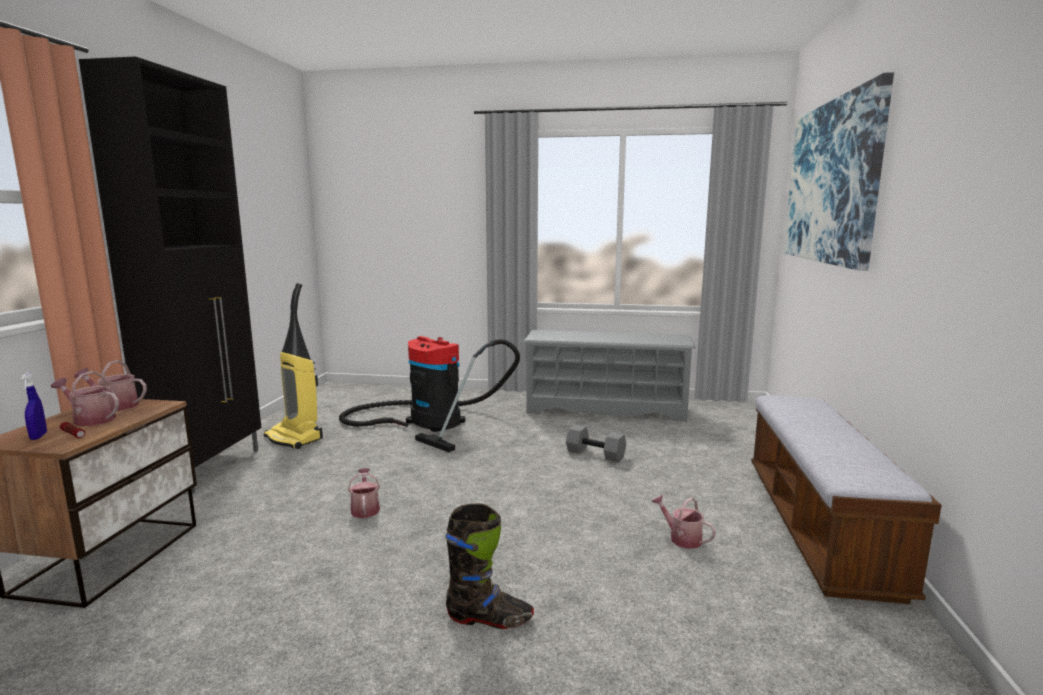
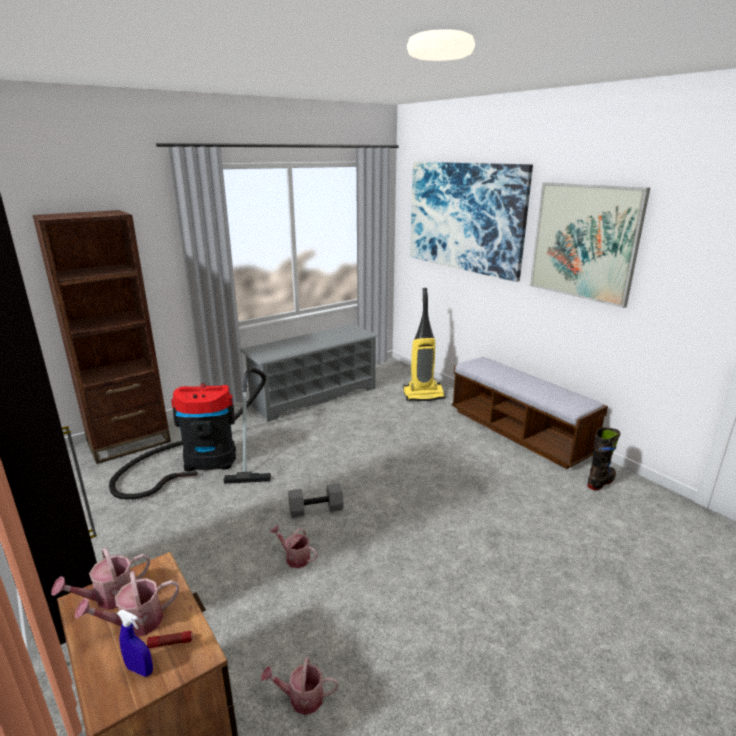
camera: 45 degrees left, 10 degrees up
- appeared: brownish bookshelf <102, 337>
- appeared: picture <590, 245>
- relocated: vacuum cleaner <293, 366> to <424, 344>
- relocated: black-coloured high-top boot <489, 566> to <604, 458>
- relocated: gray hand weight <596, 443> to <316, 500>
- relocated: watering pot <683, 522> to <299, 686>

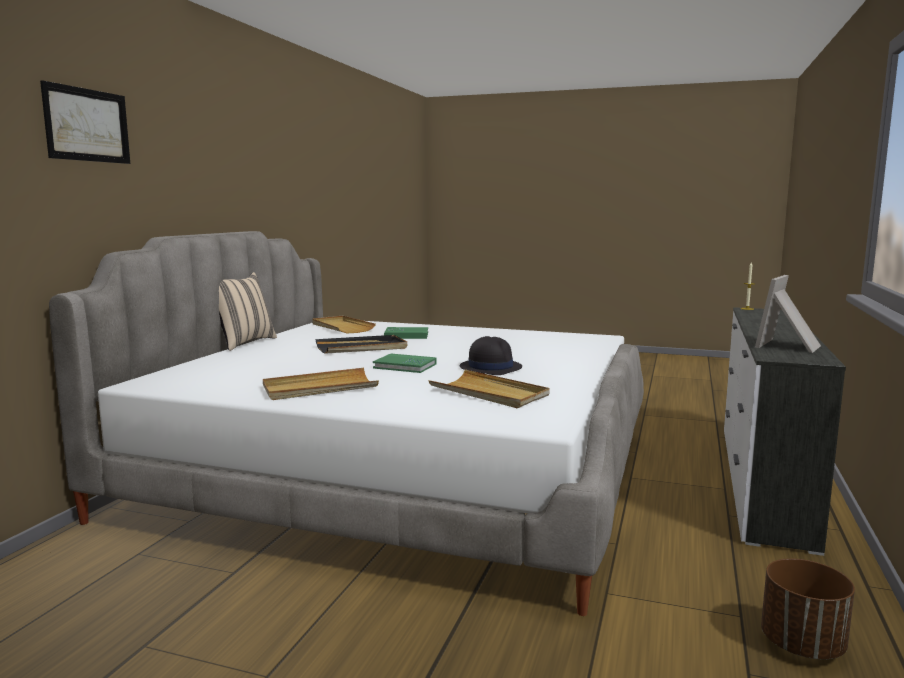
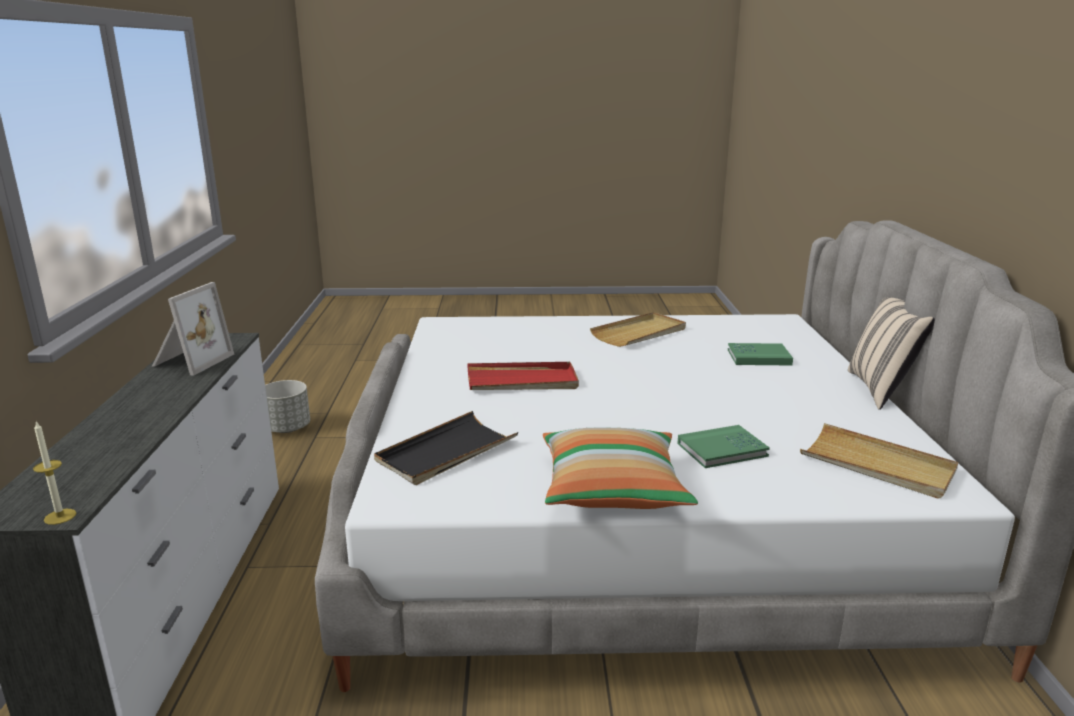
camera: 160 degrees right, 10 degrees up
- missing: picture <85, 122>
- missing: beige-coloured carrying tray <489, 388>
- appeared: pillow <620, 468>
- relocated: black-coloured carrying tray <361, 344> to <446, 448>
- relocated: greenish volume <404, 363> to <760, 354>
- exchanged: black-coloured hat <491, 355> to reddish carrying tray <523, 376>
- colour: brownish plant pot <808, 608> to gray plant pot <287, 406>

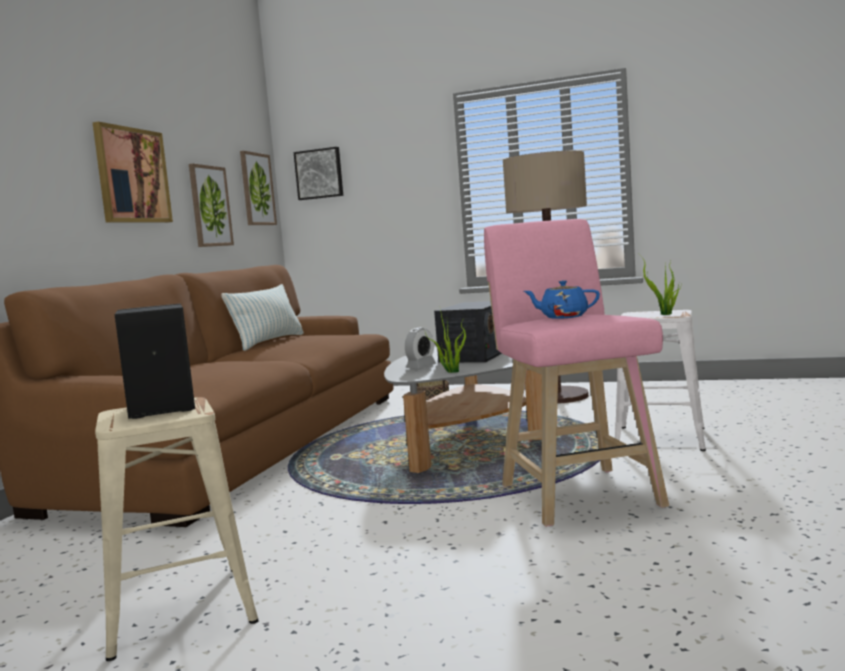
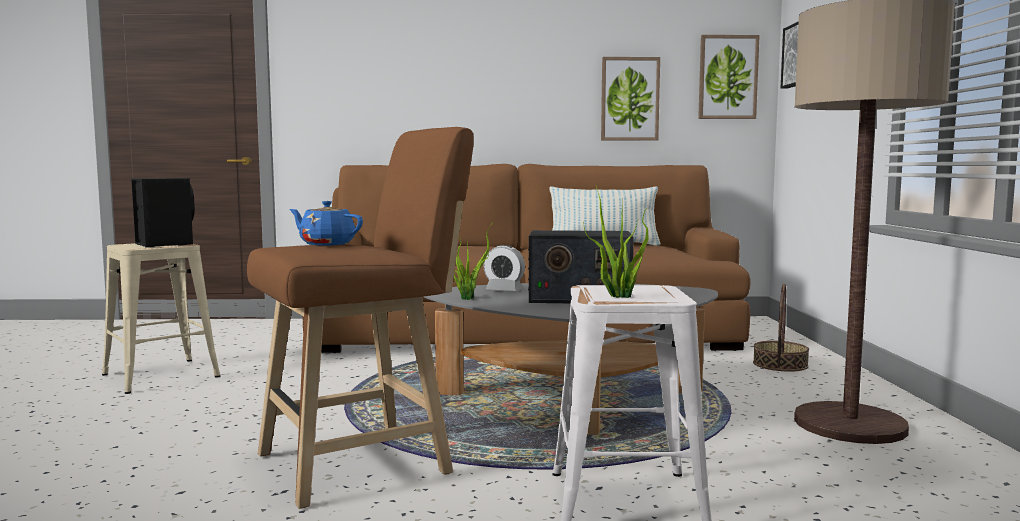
camera: 70 degrees right, 0 degrees up
- missing: picture <133, 172>
- colour: pinkish stool seat <576, 373> to brownish stool seat <360, 318>
- spun: blue tea pot <562, 300> = <326, 223> 60 degrees counterclockwise

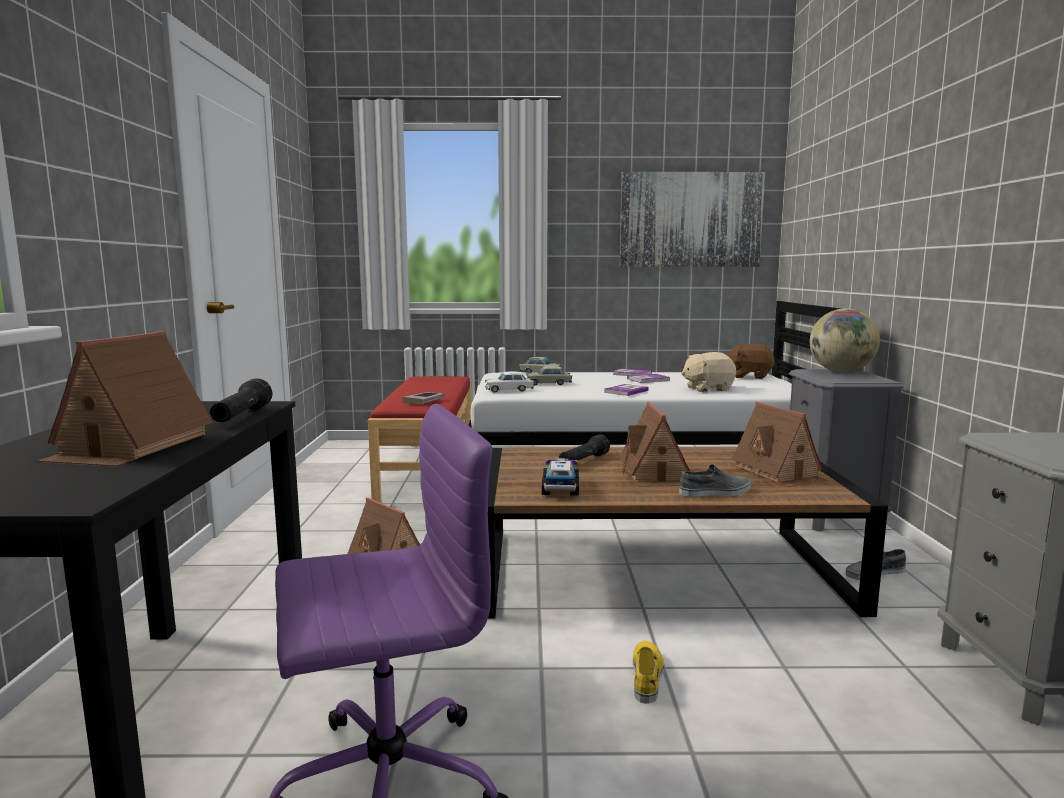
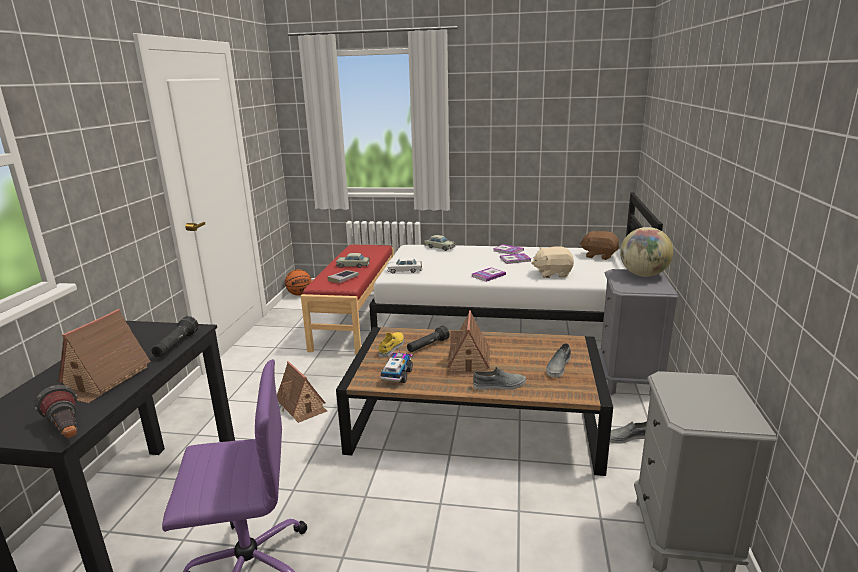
camera: 10 degrees right, 10 degrees up
- missing: picture <692, 219>
- appeared: torch <56, 411>
- appeared: basketball <298, 282>
- relocated: beige-coloured miniature car <549, 376> to <353, 260>
- relocated: yellowish low shoe <648, 672> to <391, 344>
- exchanged: toy house <780, 444> to gray low shoe <558, 360>

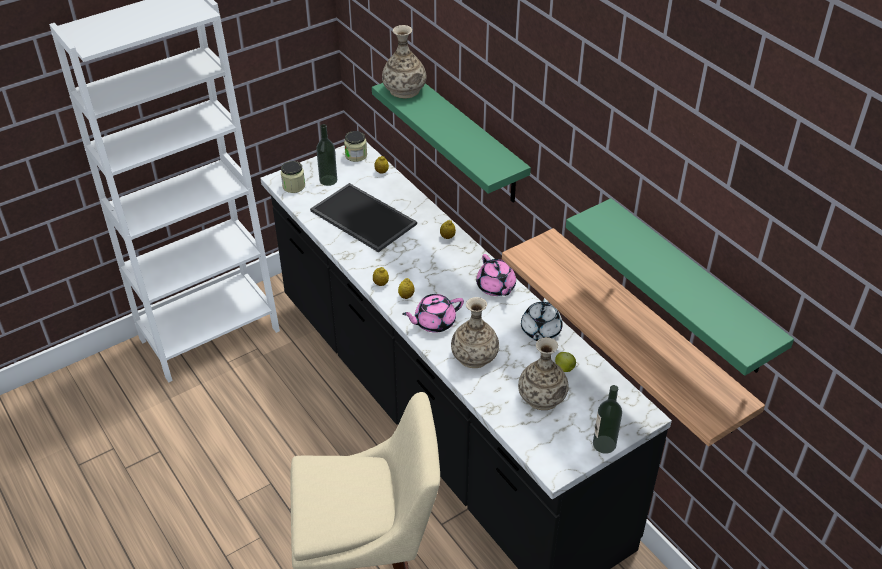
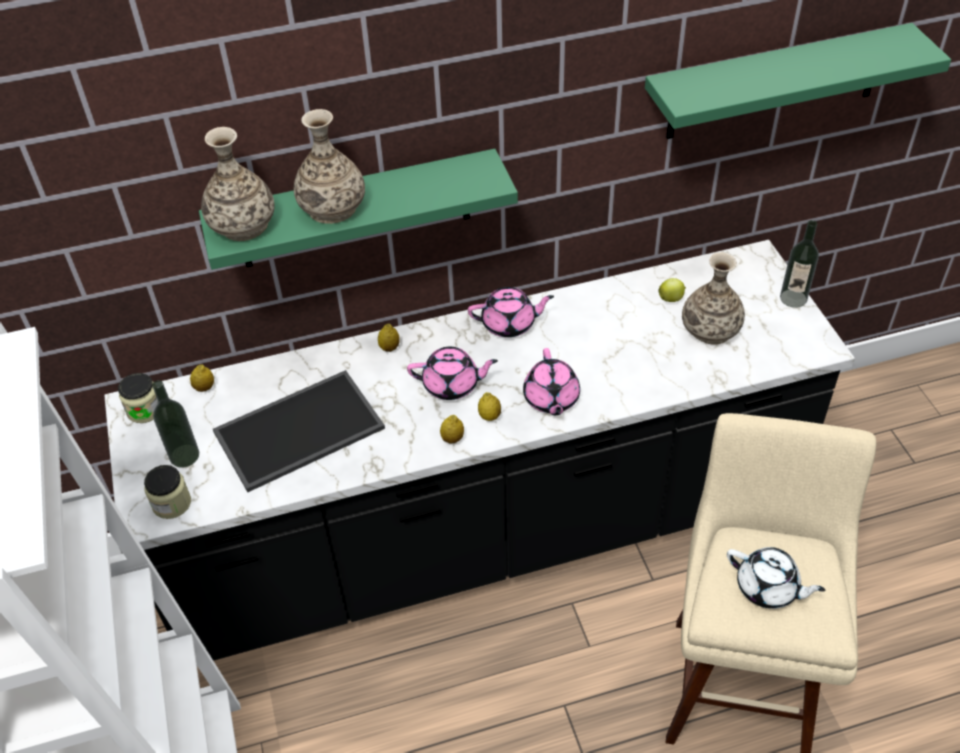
camera: 70 degrees left, 5 degrees up
- missing: bracket shelf <633, 337>
- appeared: pinkish tea pot <452, 373>
- relocated: decorative vase <475, 332> to <329, 166>
- relocated: white-coloured tea pot <542, 319> to <776, 578>

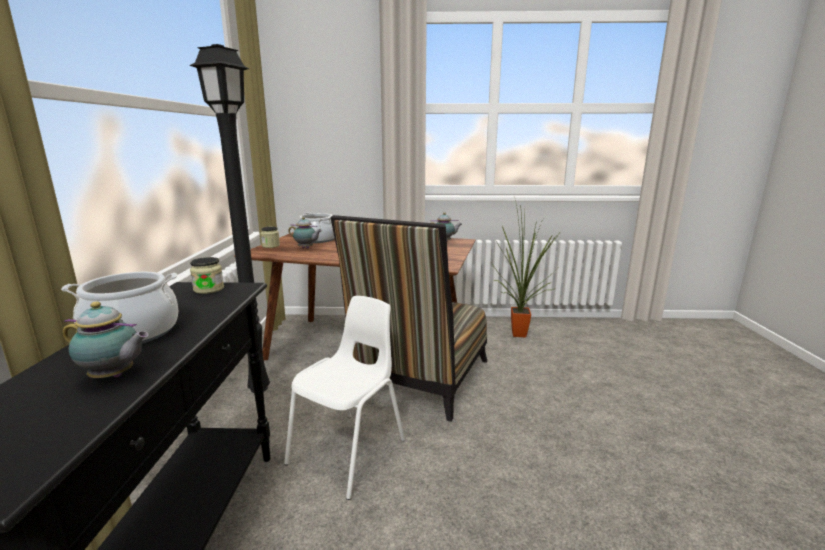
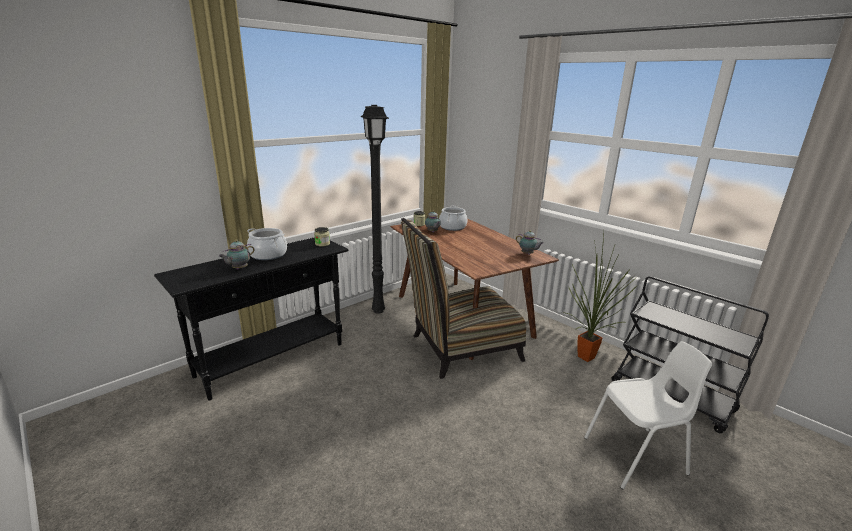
camera: 45 degrees right, 5 degrees up
- appeared: black-coloured trolley <690, 354>
- relocated: white-coloured plain chair <344, 398> to <648, 415>
- spun: tea pot <106, 339> = <237, 254> 75 degrees clockwise

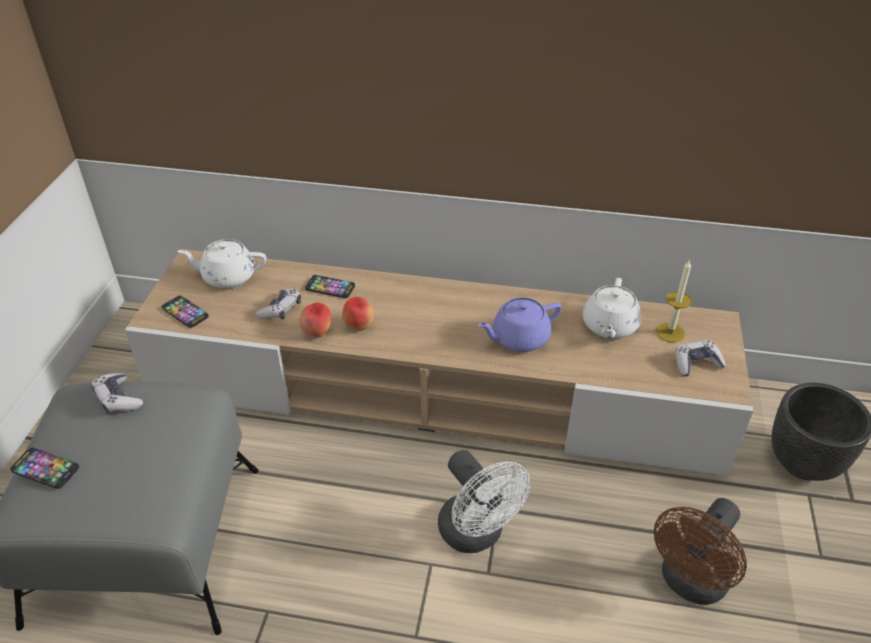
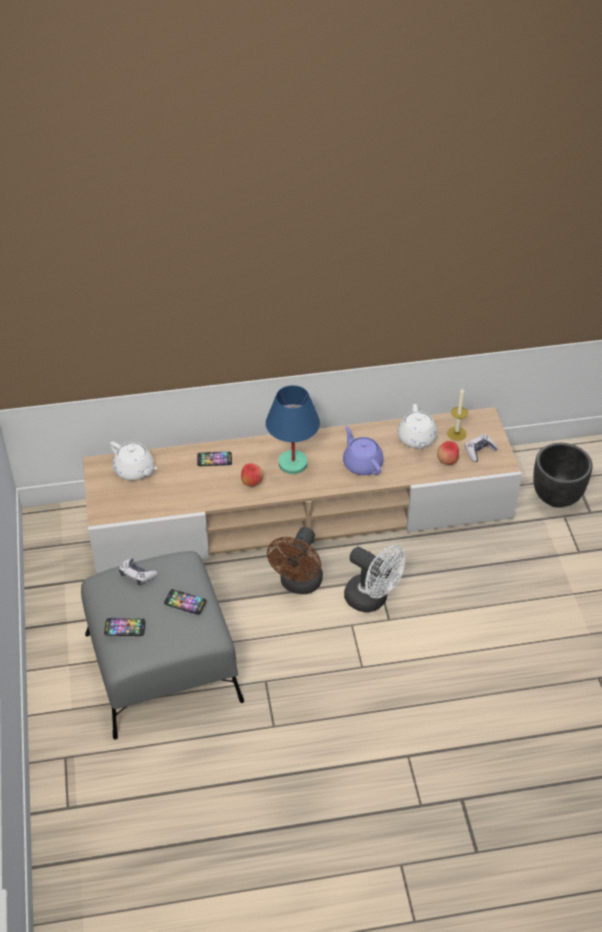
camera: 20 degrees left, 5 degrees up
- missing: gamepad <278, 304>
- appeared: blue lamp for a table <293, 429>
- relocated: handset <185, 311> to <185, 602>
- relocated: apple <315, 320> to <448, 453>
- relocated: brownish cooling fan <700, 551> to <295, 560>
- spun: white-coloured tea pot <222, 264> = <133, 460> 120 degrees counterclockwise
- spun: purple-coloured tea pot <520, 324> = <363, 450> 105 degrees clockwise

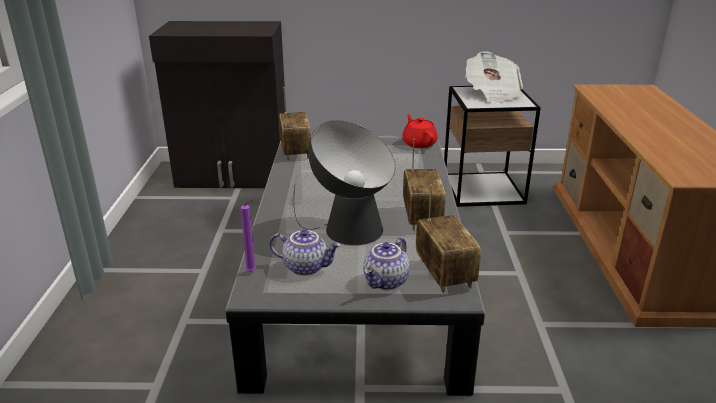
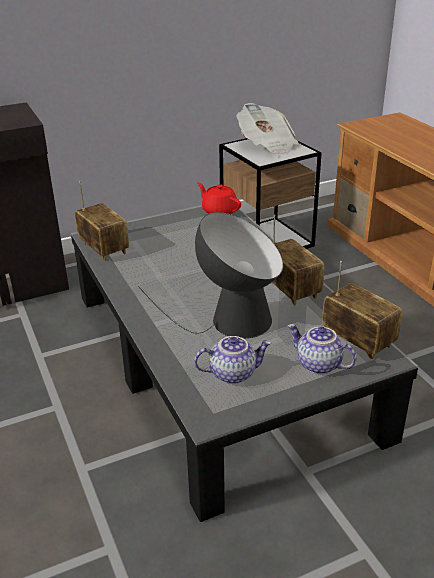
camera: 25 degrees left, 5 degrees up
- missing: purple-coloured wax candle <248, 236>
- spun: tea pot <386, 263> = <322, 349> 120 degrees clockwise

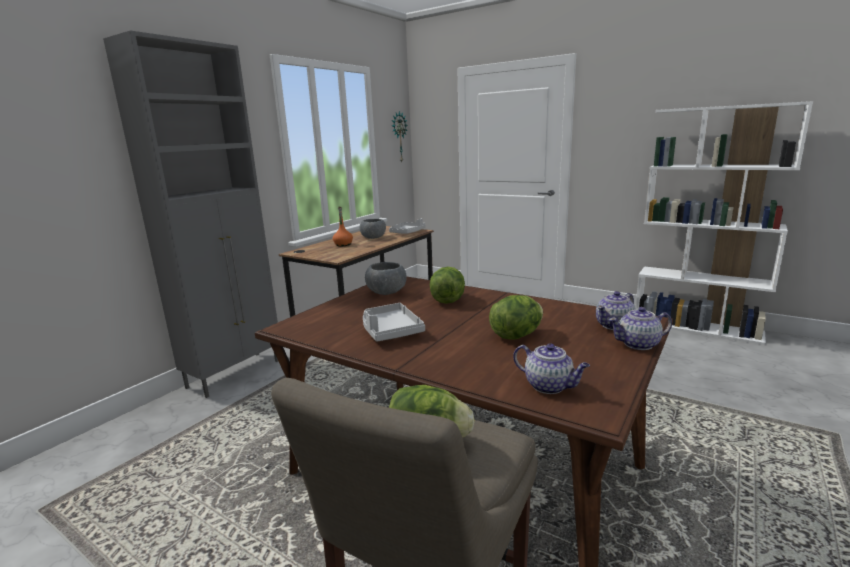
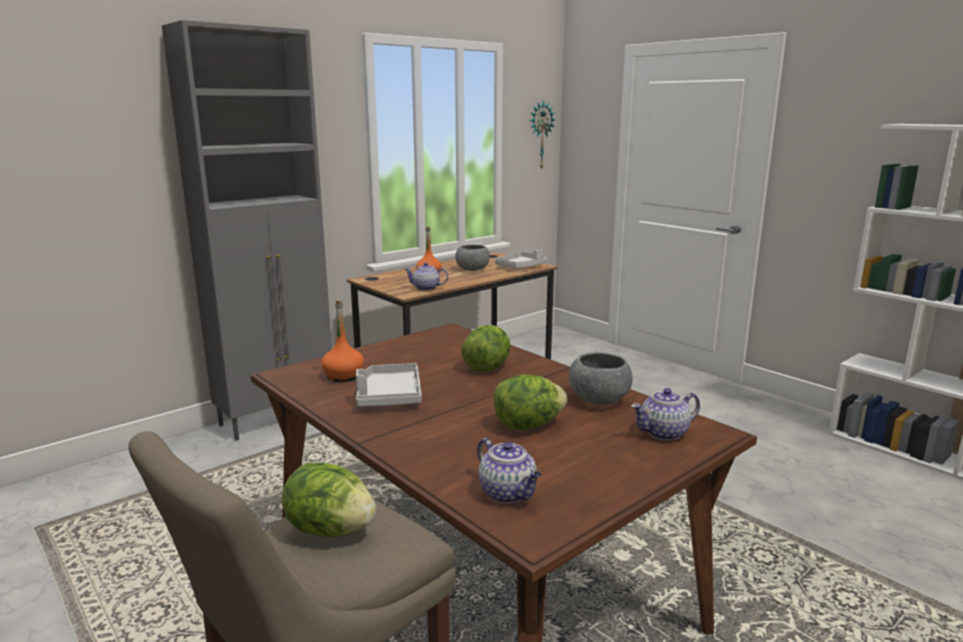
camera: 15 degrees right, 0 degrees up
- appeared: orange beverage bottle <342, 341>
- relocated: gray bowl <386, 278> to <601, 379>
- relocated: tea pot <640, 328> to <426, 276>

